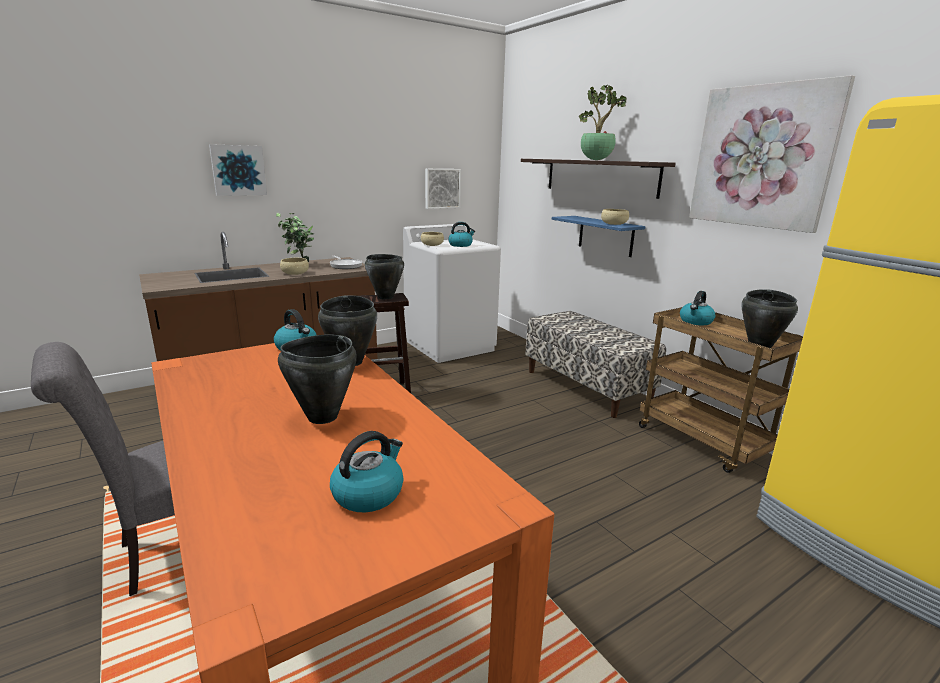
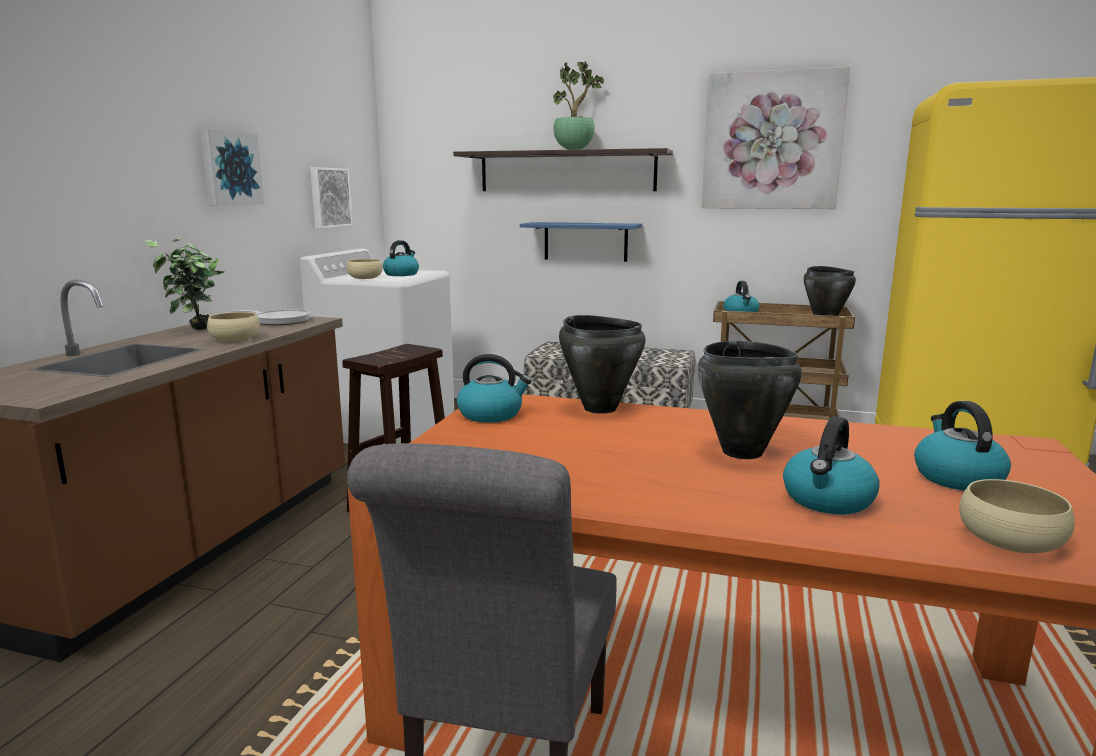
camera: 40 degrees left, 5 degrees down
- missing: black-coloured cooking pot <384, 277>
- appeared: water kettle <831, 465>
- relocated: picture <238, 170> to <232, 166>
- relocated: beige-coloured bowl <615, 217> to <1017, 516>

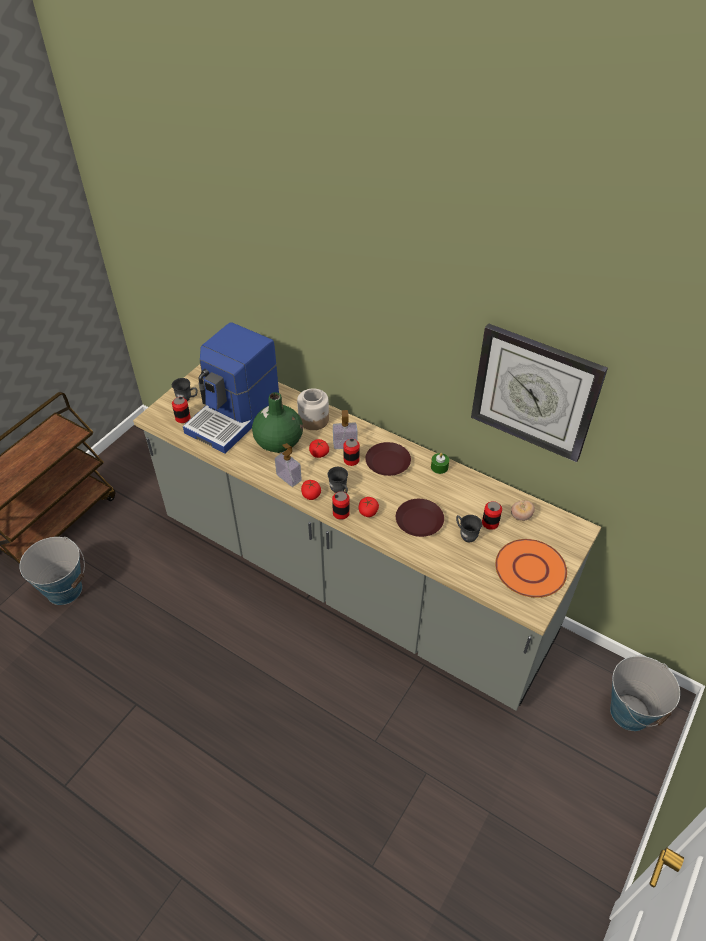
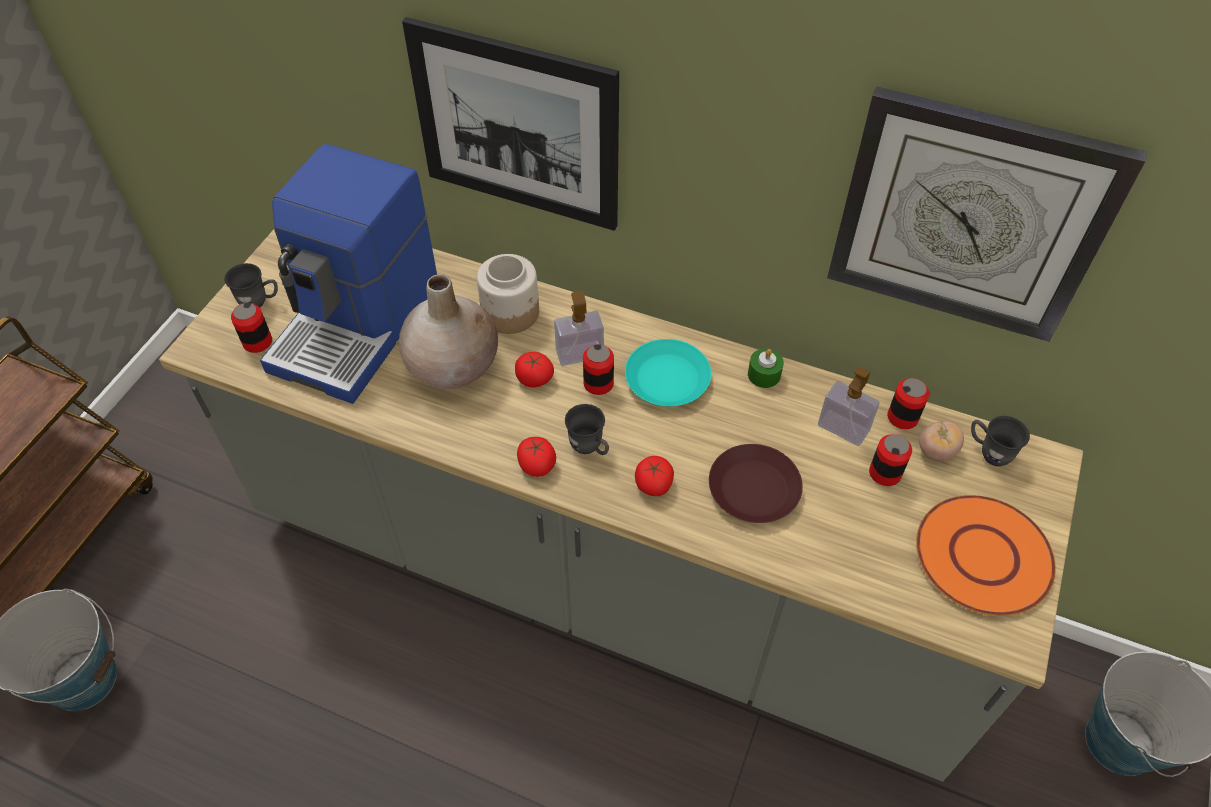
camera: 10 degrees left, 5 degrees up
- appeared: picture <510, 124>
- relocated: soap dispenser <288, 465> to <848, 406>
- relocated: metal can <341, 505> to <908, 403>
- relocated: gray mug <469, 528> to <1000, 441>
- colour: greenish decorative vase <277, 422> to beige-coloured decorative vase <448, 331>
- colour: brownish dinner plate <388, 459> to blue-green dinner plate <668, 372>

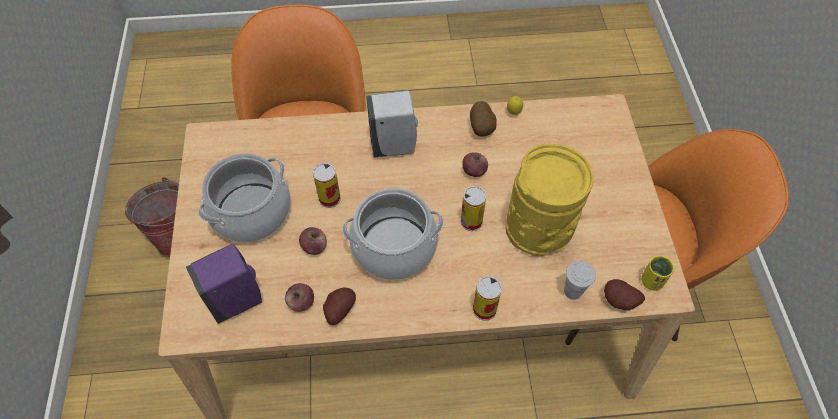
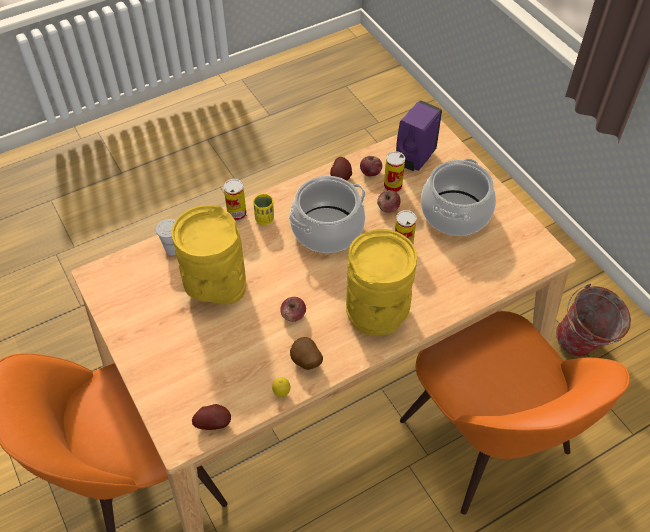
camera: 155 degrees right, 5 degrees down
- relocated: metal can <474, 208> to <394, 172>
- relocated: whole potato <624, 295> to <211, 417>
- relocated: yellowish cup <657, 273> to <263, 209>
- exchanged: white-coloured soap dispenser <392, 124> to yellowish decorative vase <381, 282>

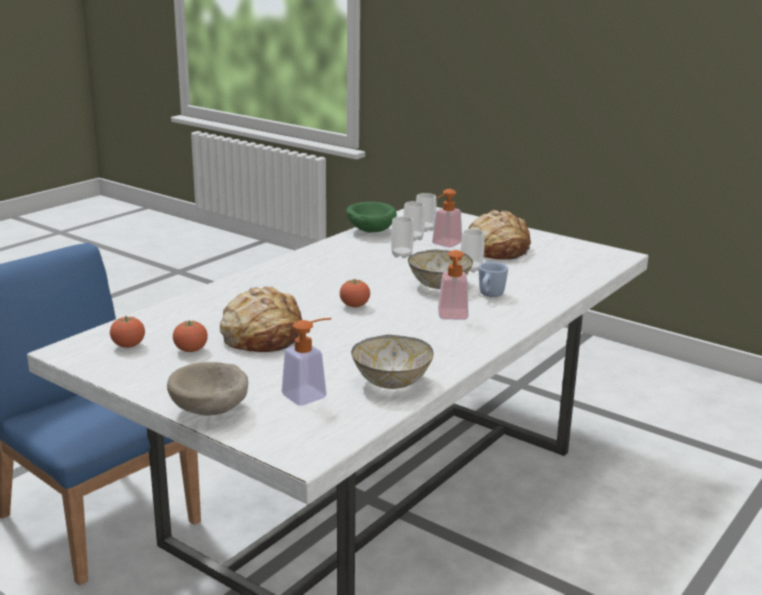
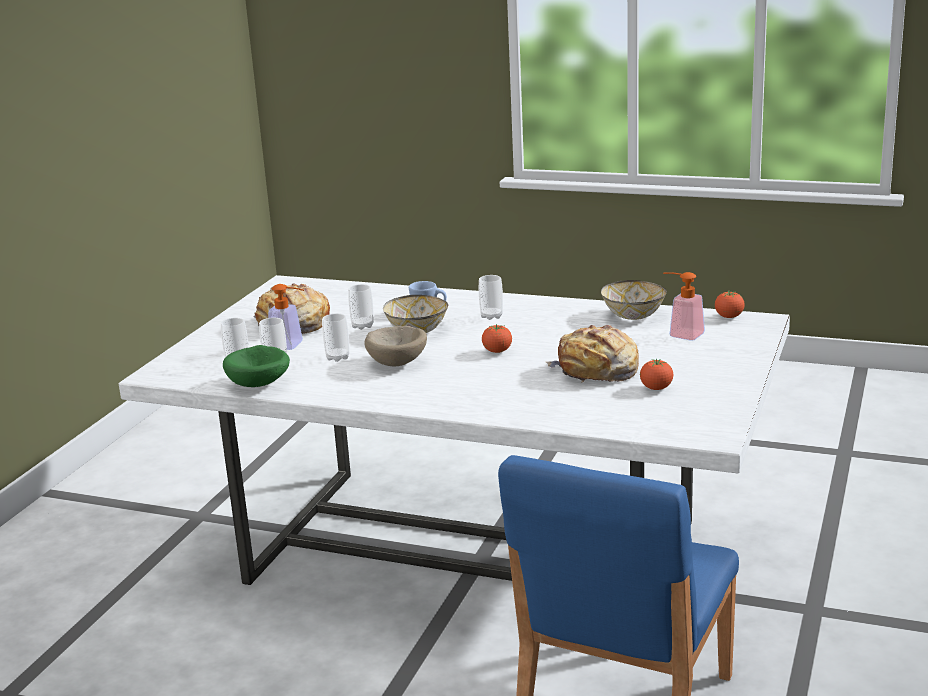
camera: 105 degrees left, 0 degrees up
- relocated: whole tomato <127, 332> to <730, 304>
- relocated: beige-coloured bowl <207, 389> to <395, 346>
- exchanged: soap dispenser <453, 285> to cup <491, 297>

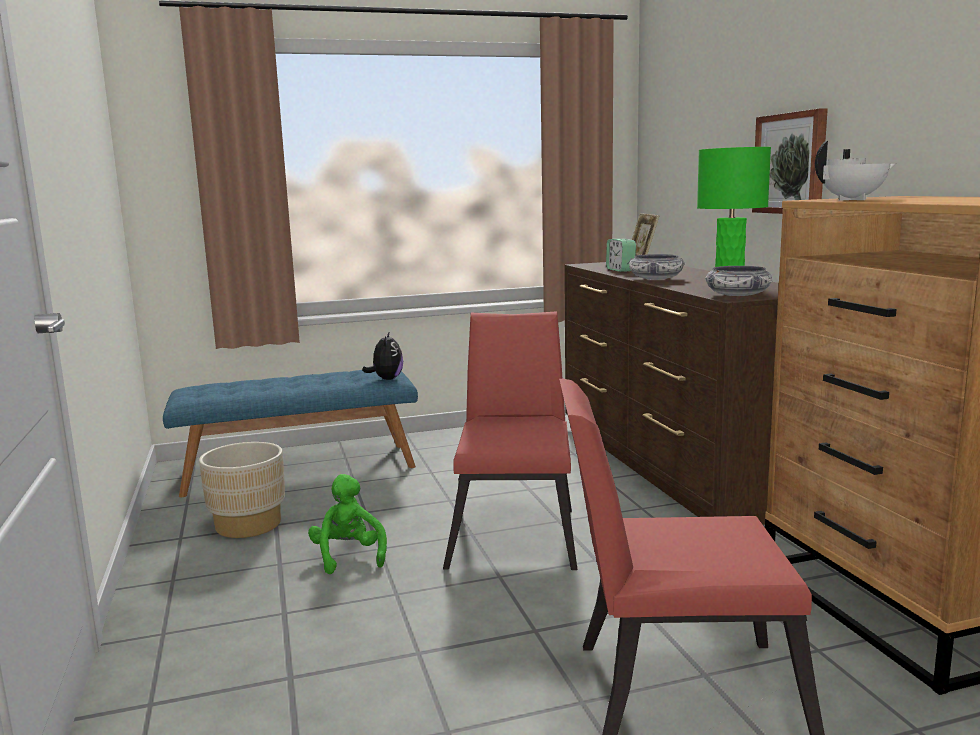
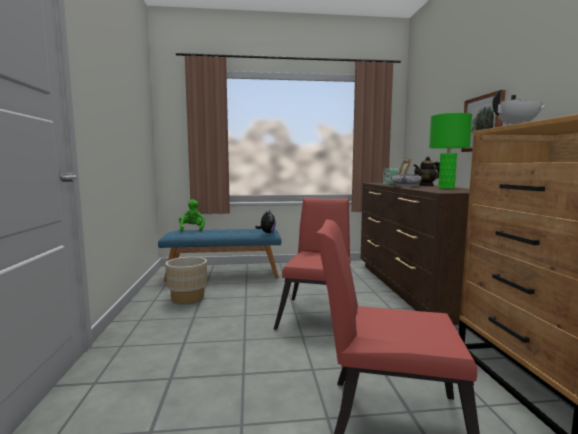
camera: 10 degrees right, 5 degrees down
- missing: bowl <739, 281>
- appeared: tea pot <426, 171>
- relocated: greenish cuddly toy <347, 524> to <192, 215>

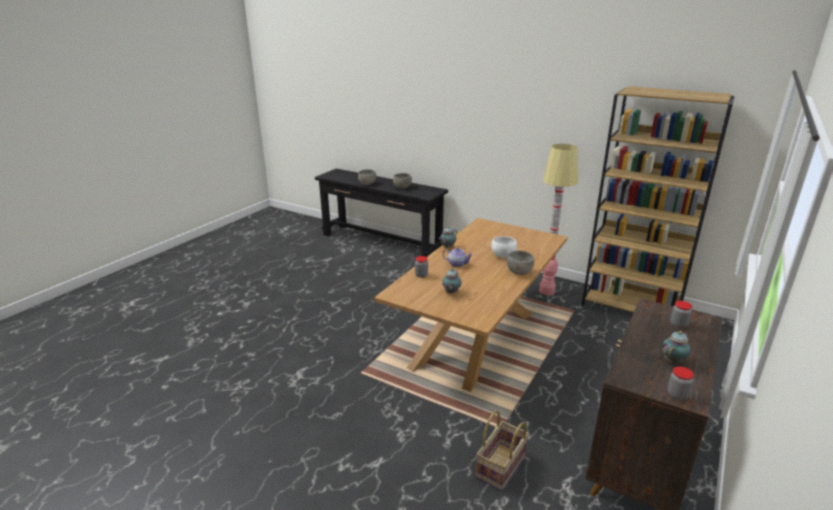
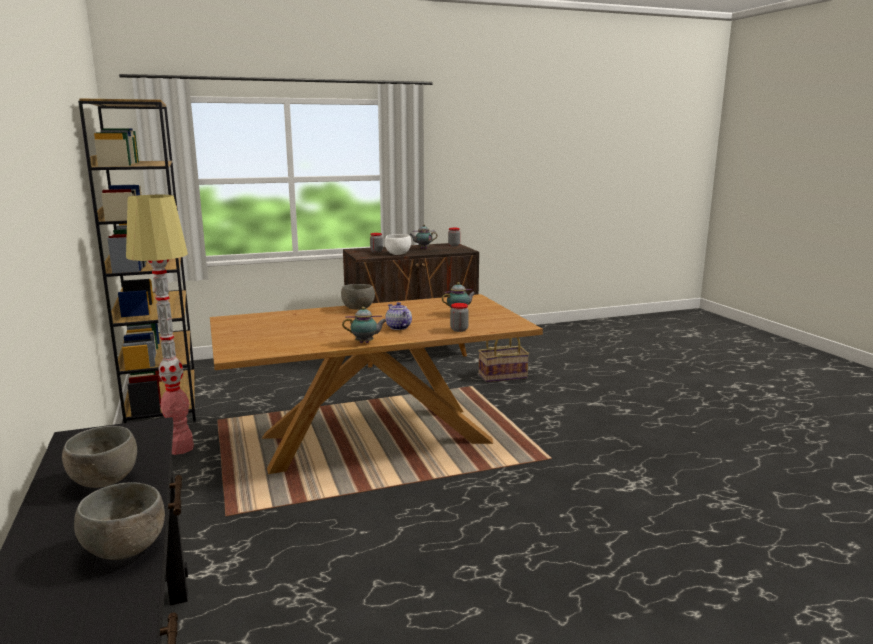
camera: 140 degrees left, 10 degrees down
- relocated: white-coloured bowl <504, 247> to <398, 244>

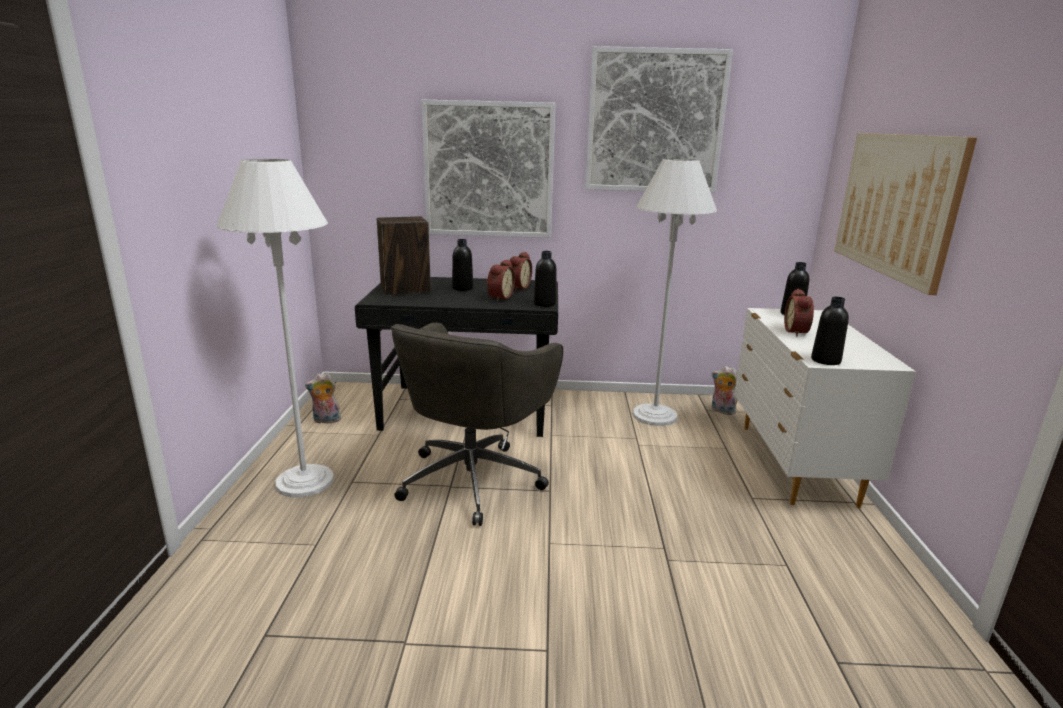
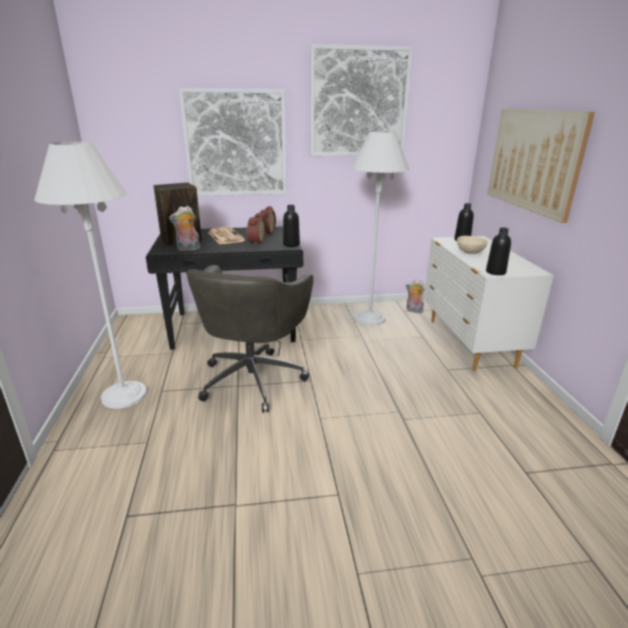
camera: 10 degrees left, 5 degrees up
- relocated: cuddly toy <323, 399> to <184, 228>
- exchanged: black-coloured beverage bottle <462, 265> to printed paper <227, 235>
- exchanged: bedside clock <799, 312> to beige-coloured bowl <472, 245>

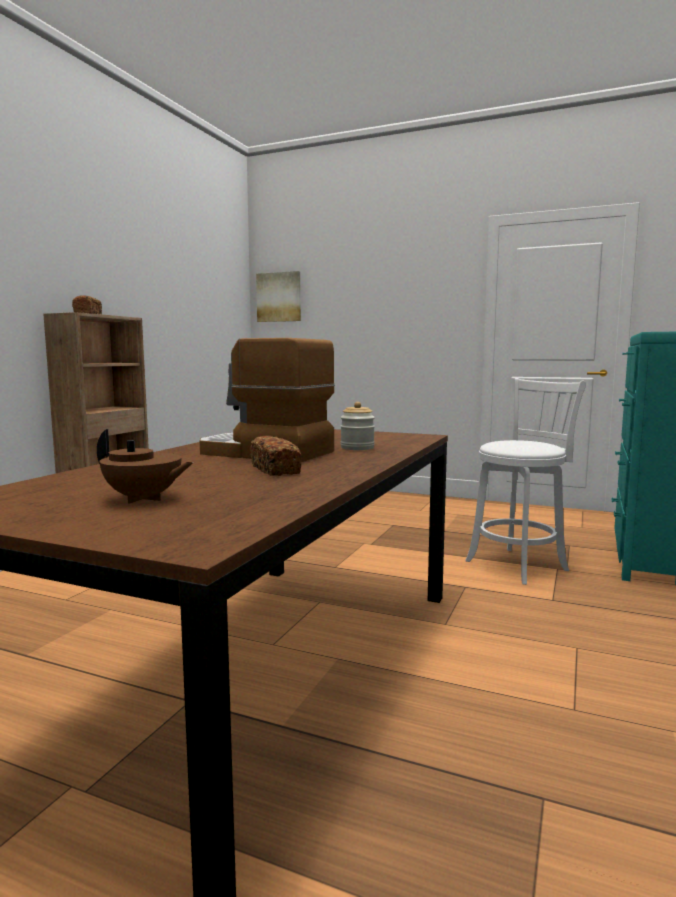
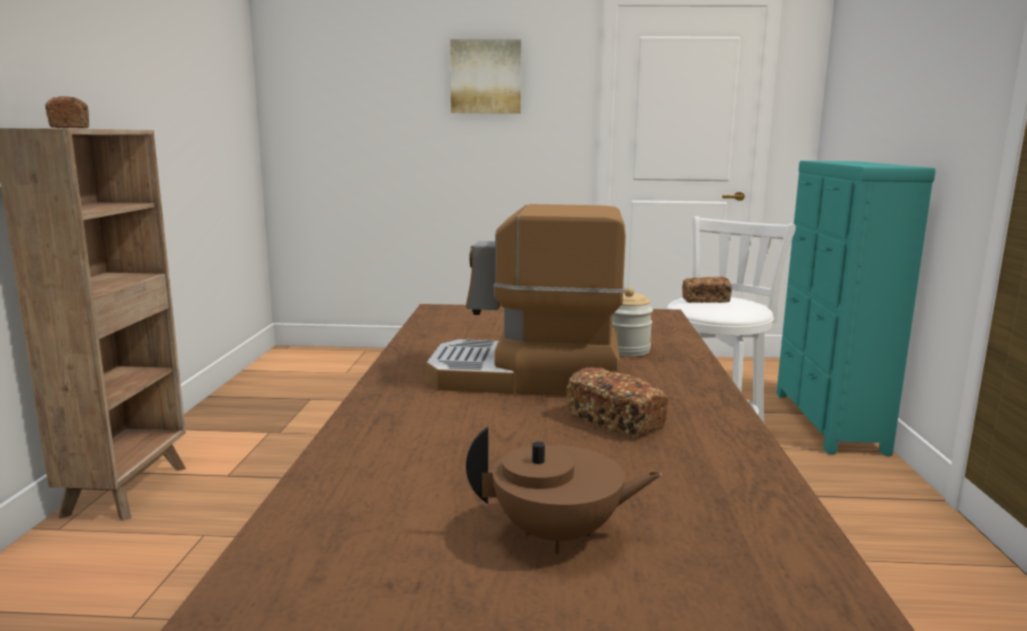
camera: 20 degrees left, 5 degrees up
- appeared: bread <707, 290>
- relocated: picture <278, 296> to <485, 76>

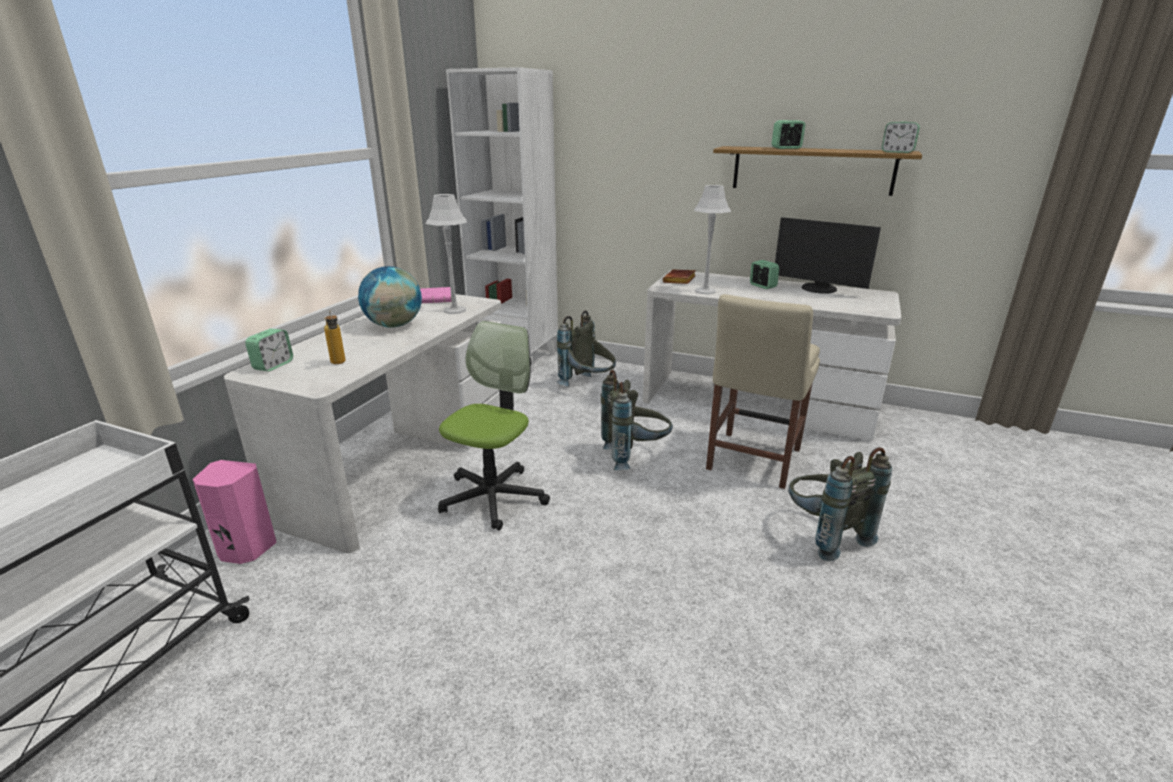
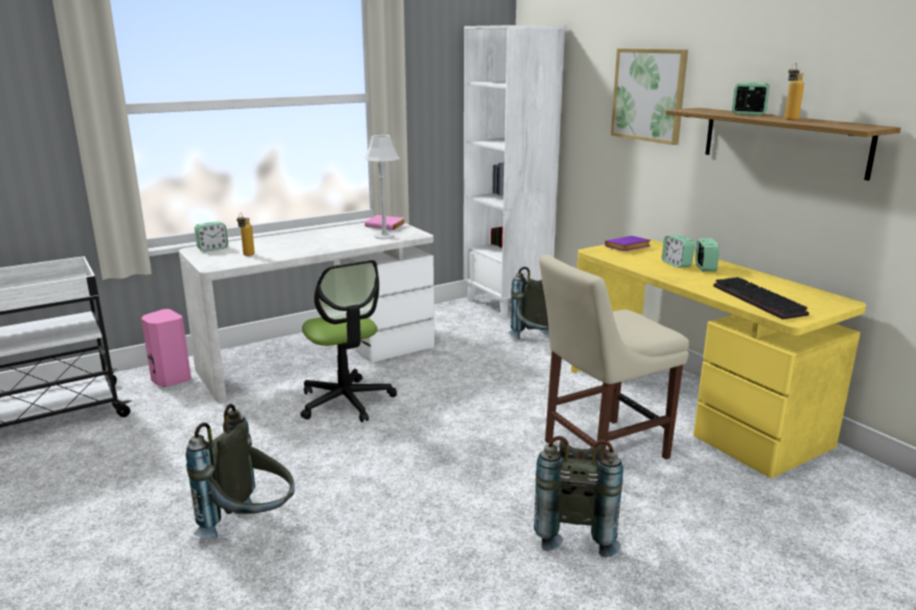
camera: 35 degrees right, 5 degrees down
- missing: desk globe <390, 297>
- missing: gray lamp for a table <712, 240>
- missing: computer screen <828, 255>
- appeared: picture <649, 96>
- appeared: keyboard <761, 298>
- appeared: beverage bottle <794, 91>
- relocated: gray knapsack <637, 420> to <240, 471>
- relocated: bedside clock <901, 137> to <678, 251>
- colour: white-coloured desk unit <772, 355> to yellowish desk unit <718, 358>
- colour: brownish volume <679, 276> to purple-coloured volume <628, 243>
- spun: computer chair <494, 425> = <349, 341> 90 degrees clockwise

